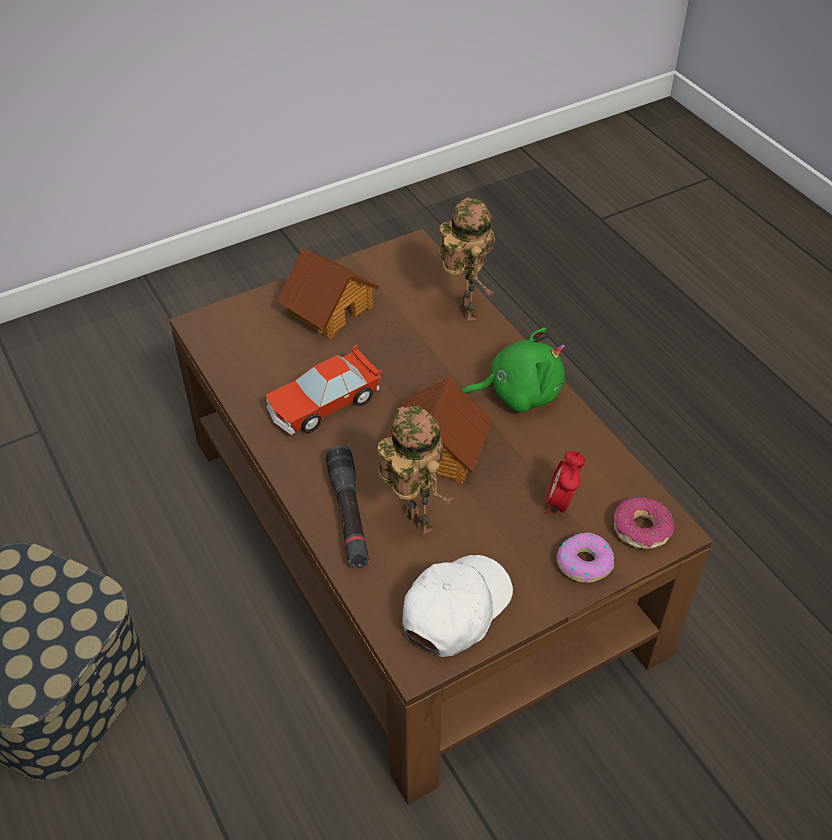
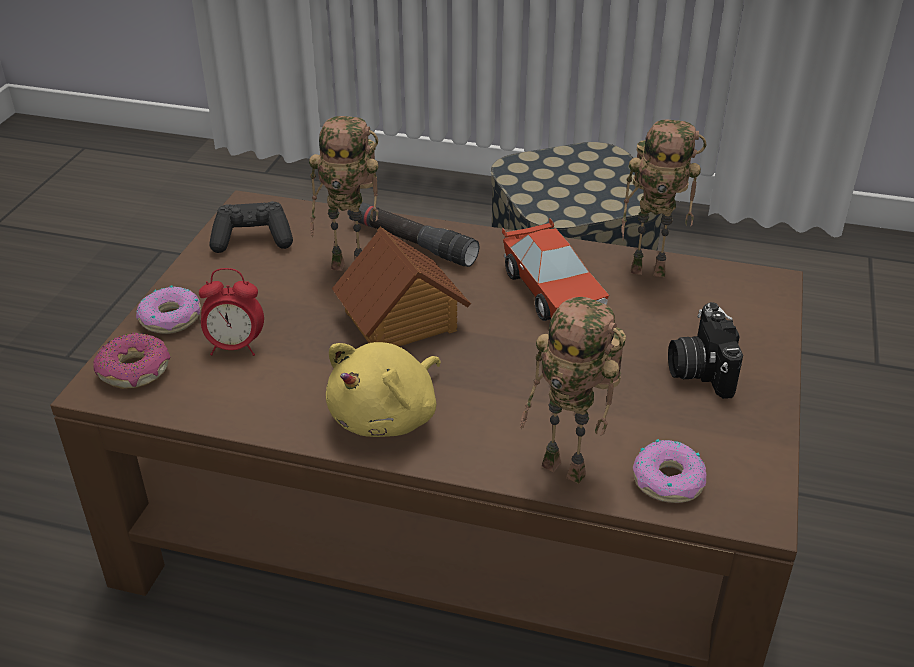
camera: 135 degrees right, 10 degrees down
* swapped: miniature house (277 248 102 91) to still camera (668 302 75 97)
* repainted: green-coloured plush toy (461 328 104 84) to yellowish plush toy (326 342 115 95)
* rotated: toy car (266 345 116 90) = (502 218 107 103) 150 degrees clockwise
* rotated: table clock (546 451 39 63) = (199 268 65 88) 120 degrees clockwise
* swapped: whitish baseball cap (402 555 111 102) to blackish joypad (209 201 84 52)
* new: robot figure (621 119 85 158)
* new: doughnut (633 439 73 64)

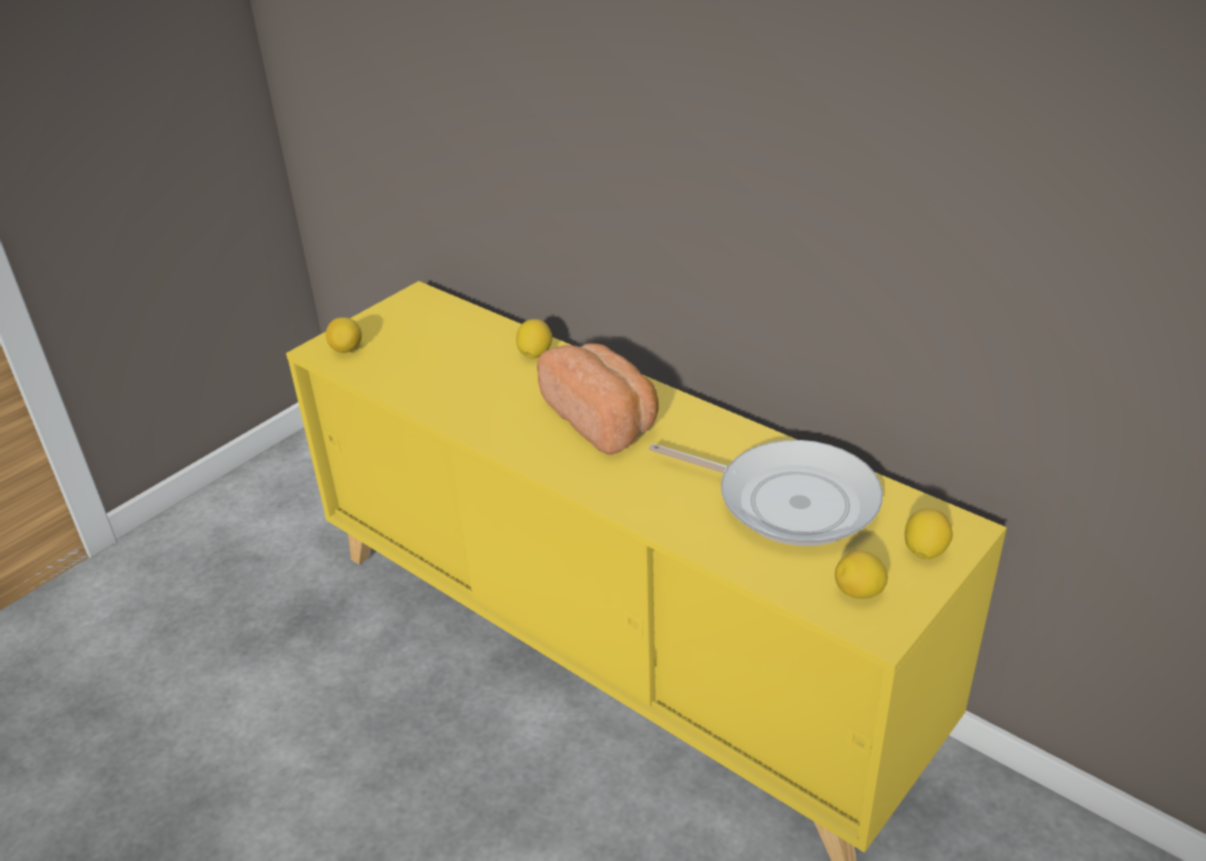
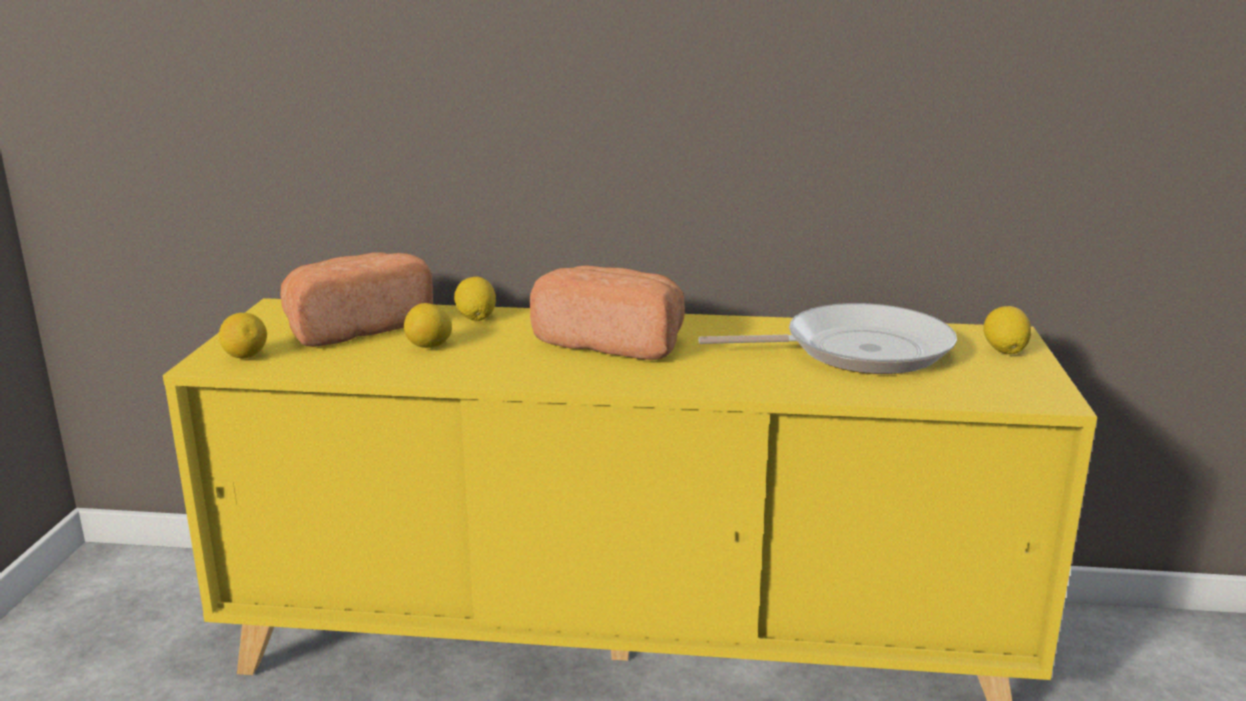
camera: 35 degrees left, 15 degrees down
* shifted: citrus fruit (835 550 53 49) to (404 303 48 45)
* new: bread (280 252 153 95)

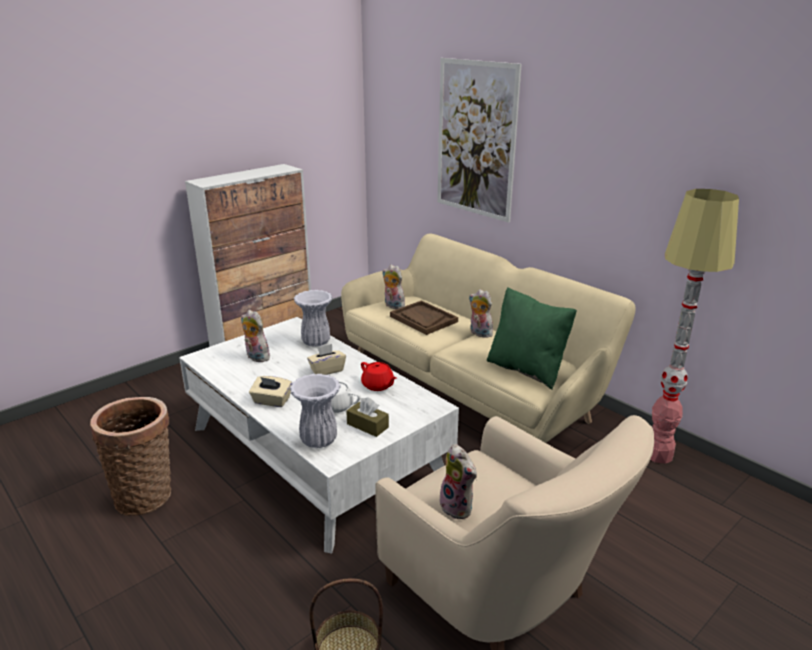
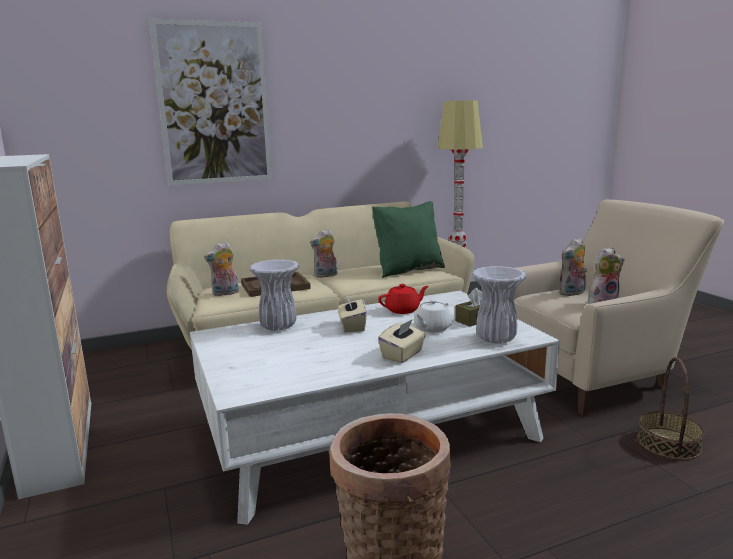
camera: 70 degrees left, 10 degrees down
* shifted: plush toy (241 310 29 52) to (559 238 28 58)

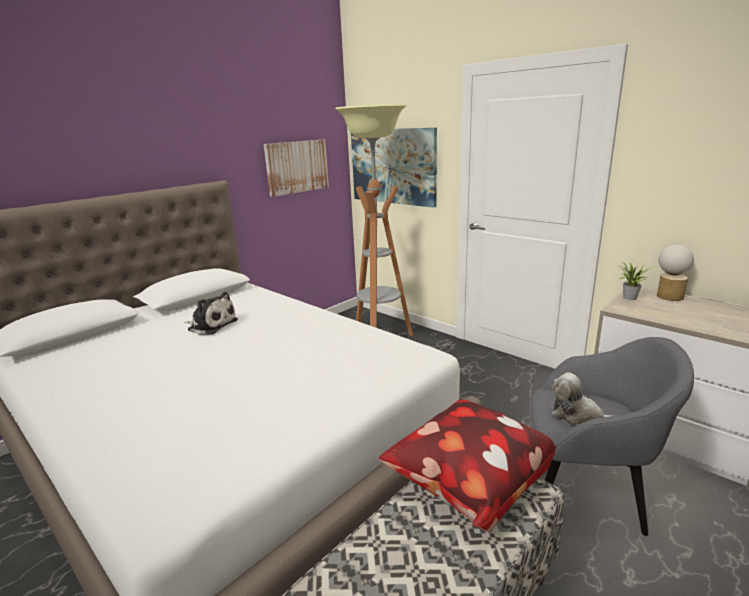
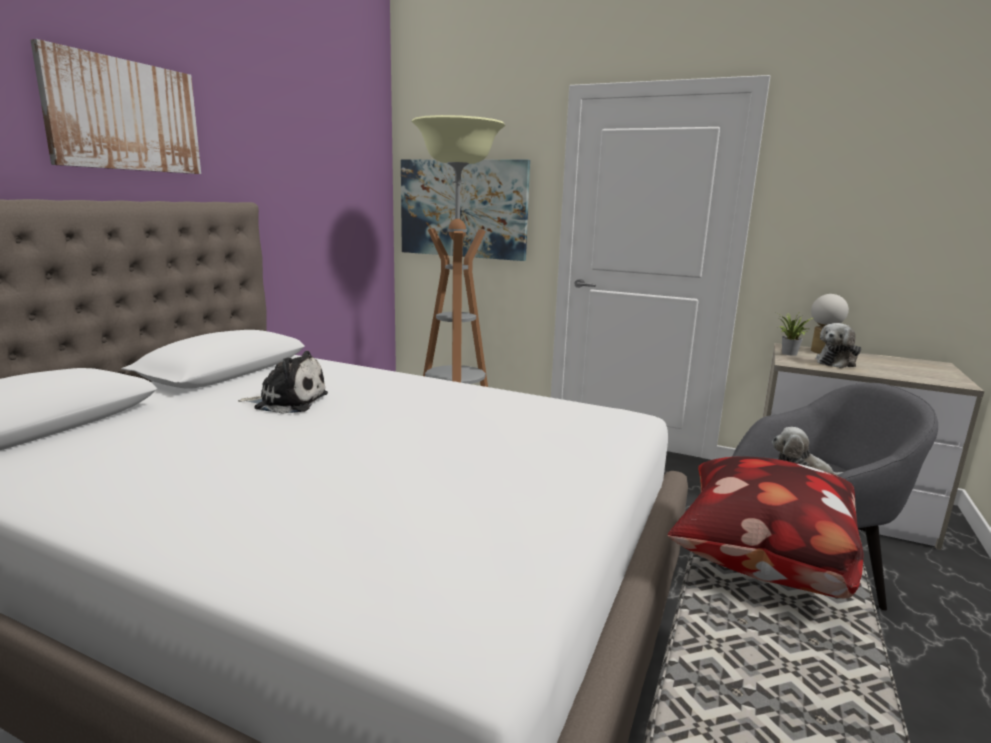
camera: 20 degrees left, 5 degrees down
* shifted: wall art (264 140 65 57) to (30 39 171 135)
* new: plush toy (816 323 45 45)

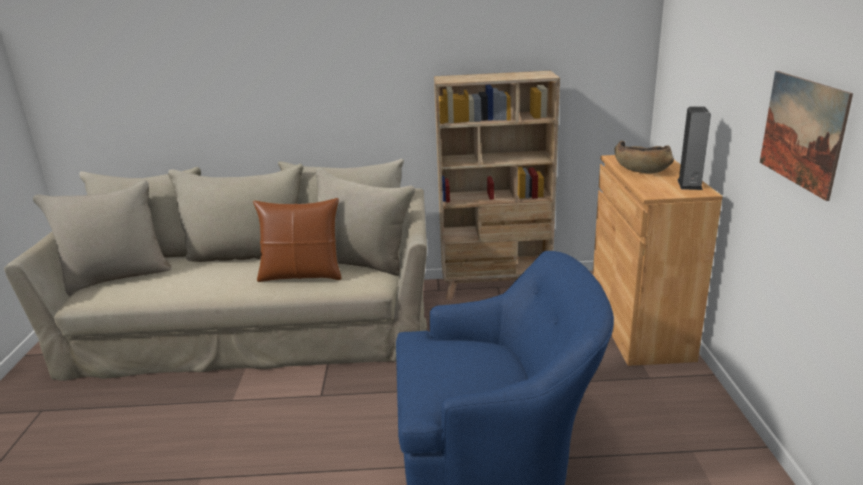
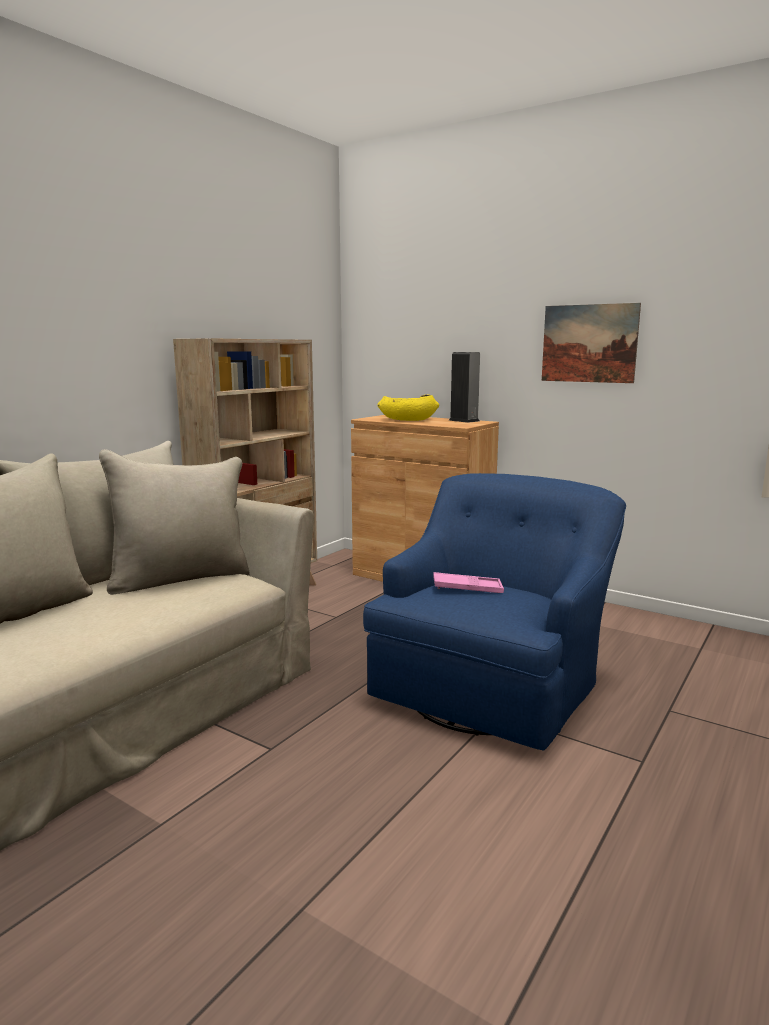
camera: 55 degrees left, 10 degrees down
* repainted: brown serving bowl (615 141 59 32) to yellowish serving bowl (378 394 61 27)
* gone: brown throw pillow (253 198 89 84)
* new: pink serving tray (433 572 71 21)

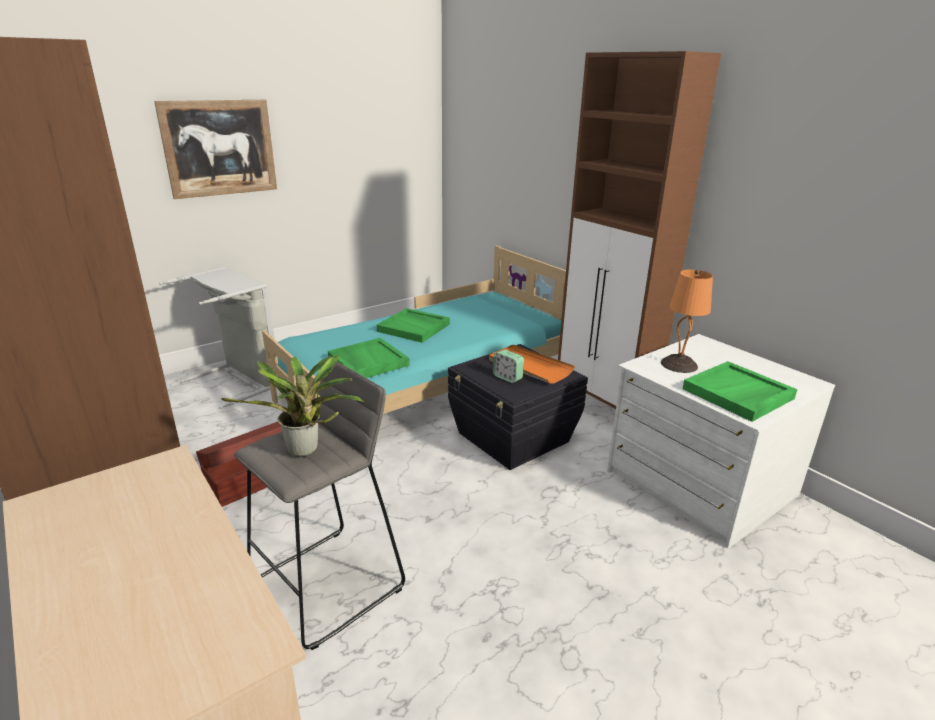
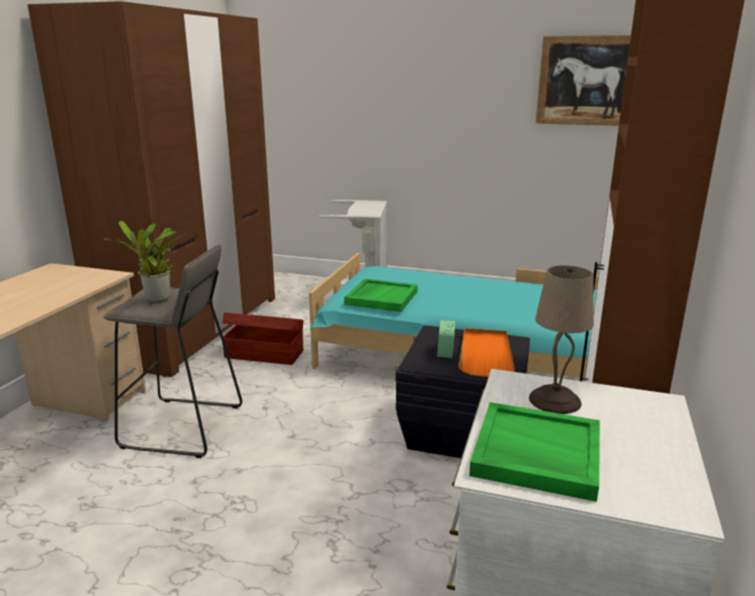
camera: 55 degrees right, 5 degrees down
* shifted: wall art (154 100 123 99) to (536 35 95 91)
* repainted: orange table lamp (661 270 52 103) to sand-coloured table lamp (529 265 65 149)
* gone: green-coloured serving tray (377 308 73 35)

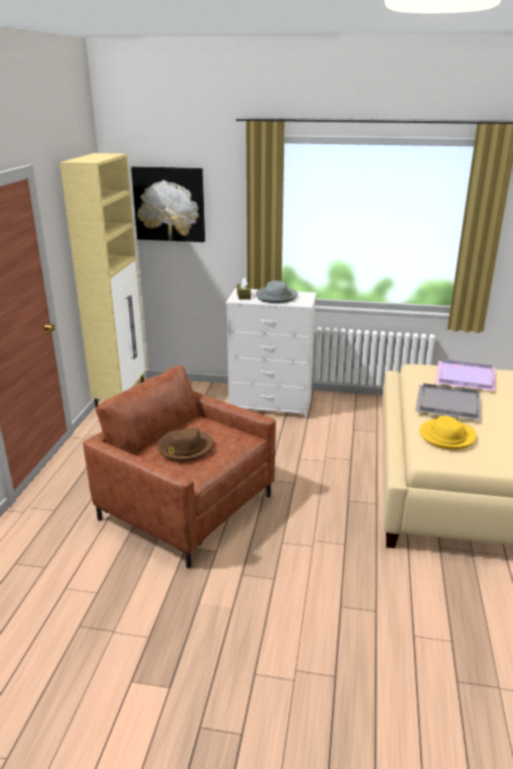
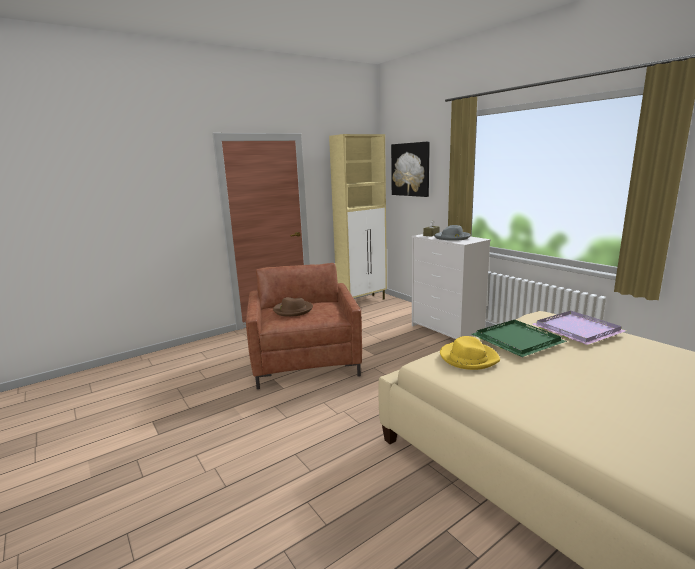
camera: 45 degrees right, 10 degrees down
* repainted: greyish serving tray (416 383 65 37) to green-coloured serving tray (472 320 95 37)

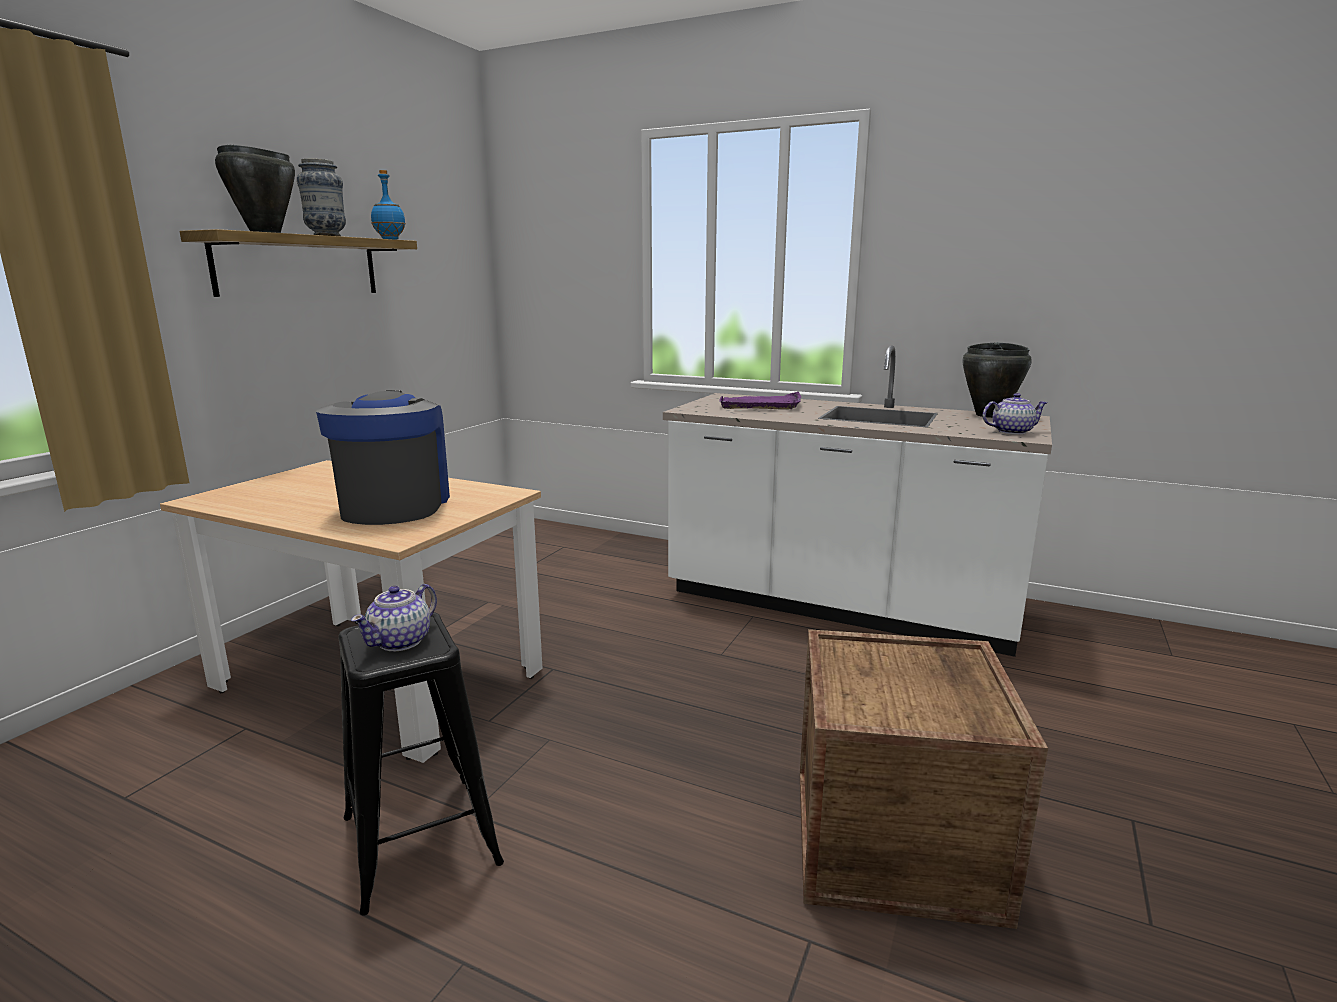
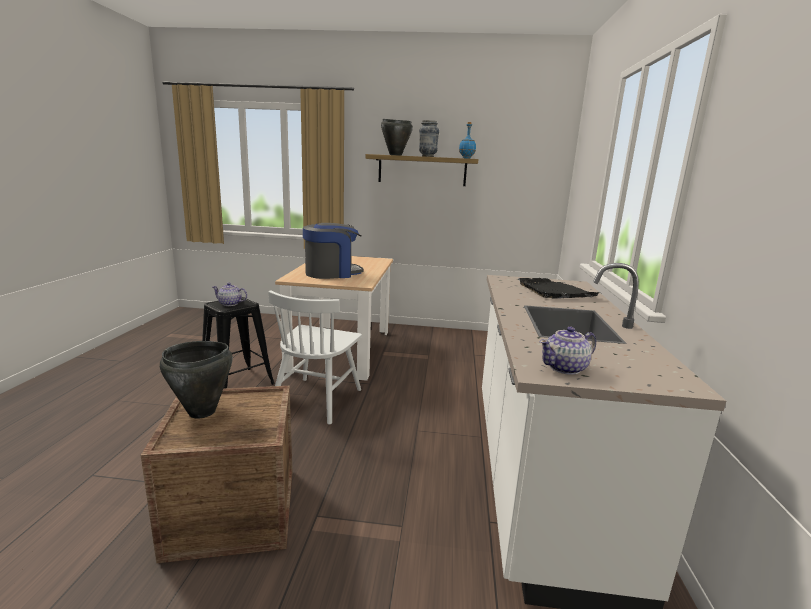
camera: 70 degrees right, 0 degrees up
* shifted: blackish saucepot (962 342 70 76) to (160 341 73 77)
* repainted: purple serving tray (719 392 82 18) to blackish serving tray (518 278 80 21)
* rotated: pot for tea (983 393 65 42) = (539 327 57 48) 90 degrees clockwise
* new: whitish upright chair (268 291 94 134)

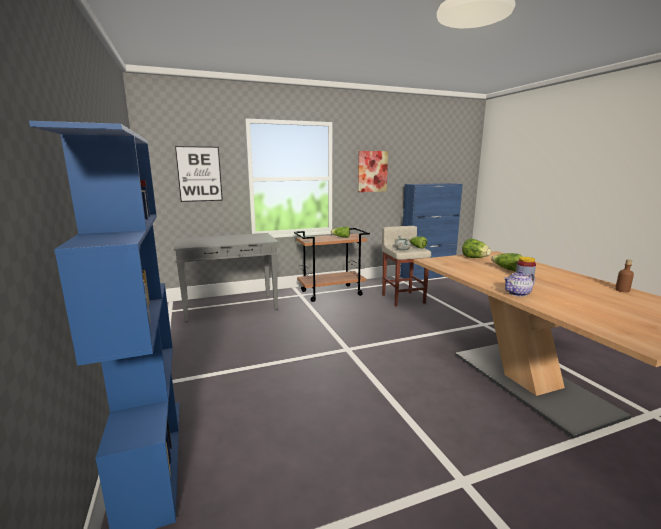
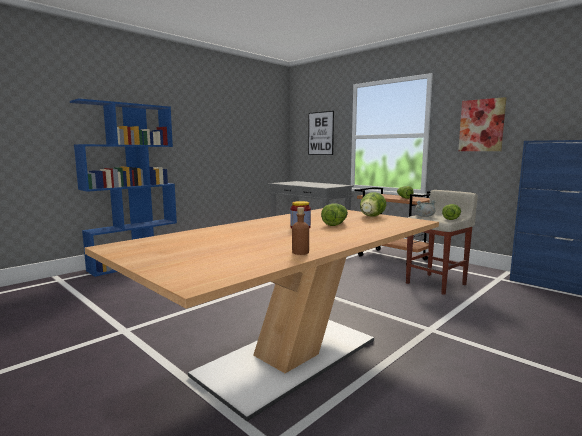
camera: 65 degrees right, 5 degrees down
* gone: pot for tea (504 270 31 27)

